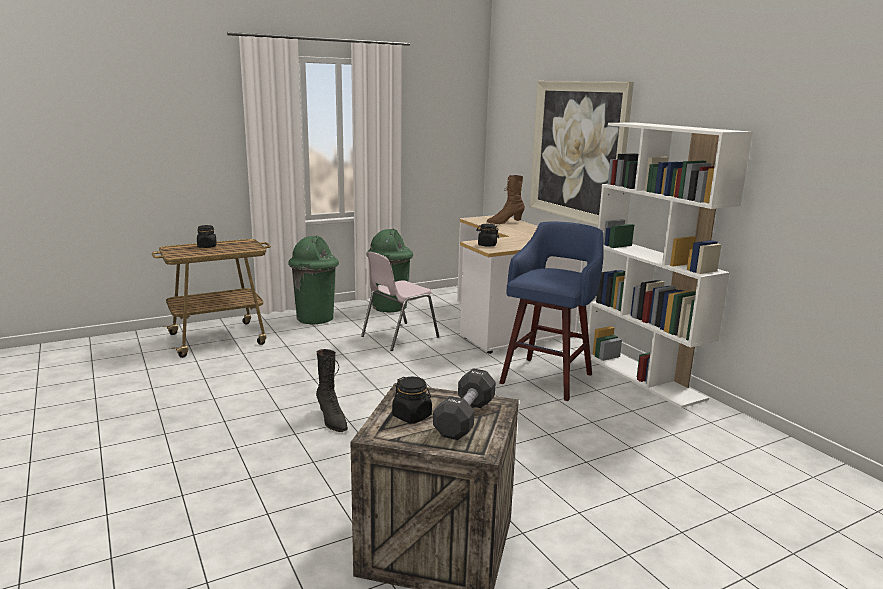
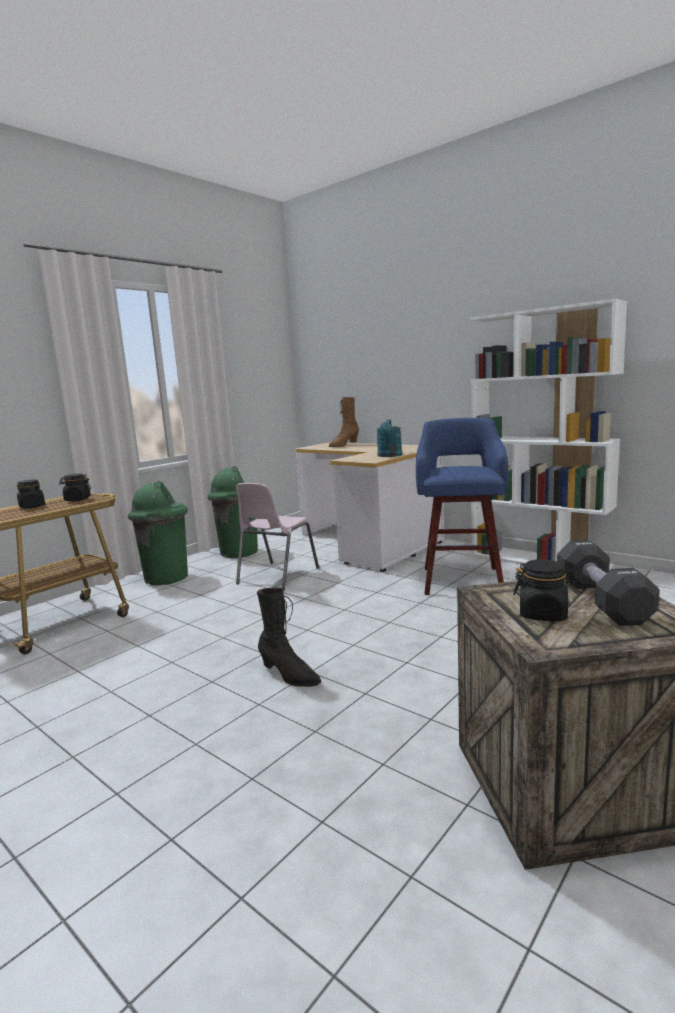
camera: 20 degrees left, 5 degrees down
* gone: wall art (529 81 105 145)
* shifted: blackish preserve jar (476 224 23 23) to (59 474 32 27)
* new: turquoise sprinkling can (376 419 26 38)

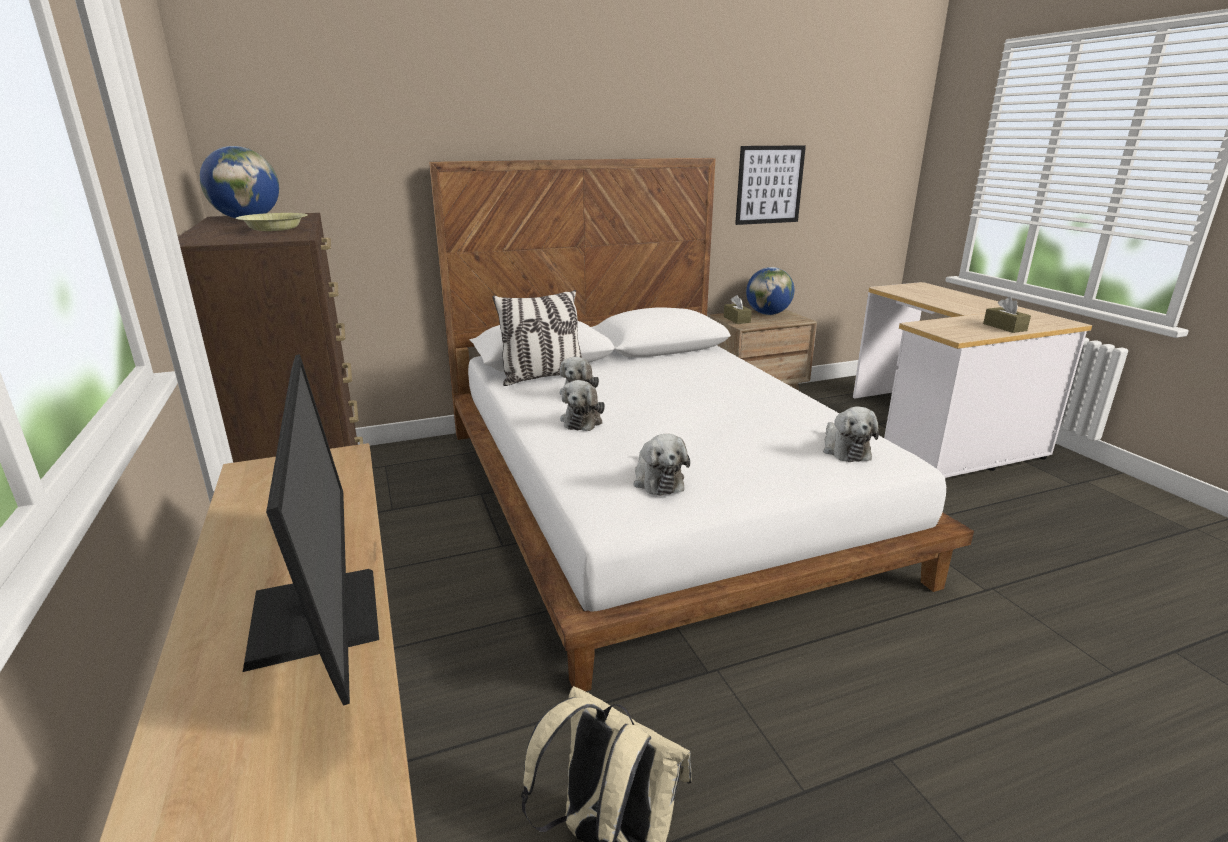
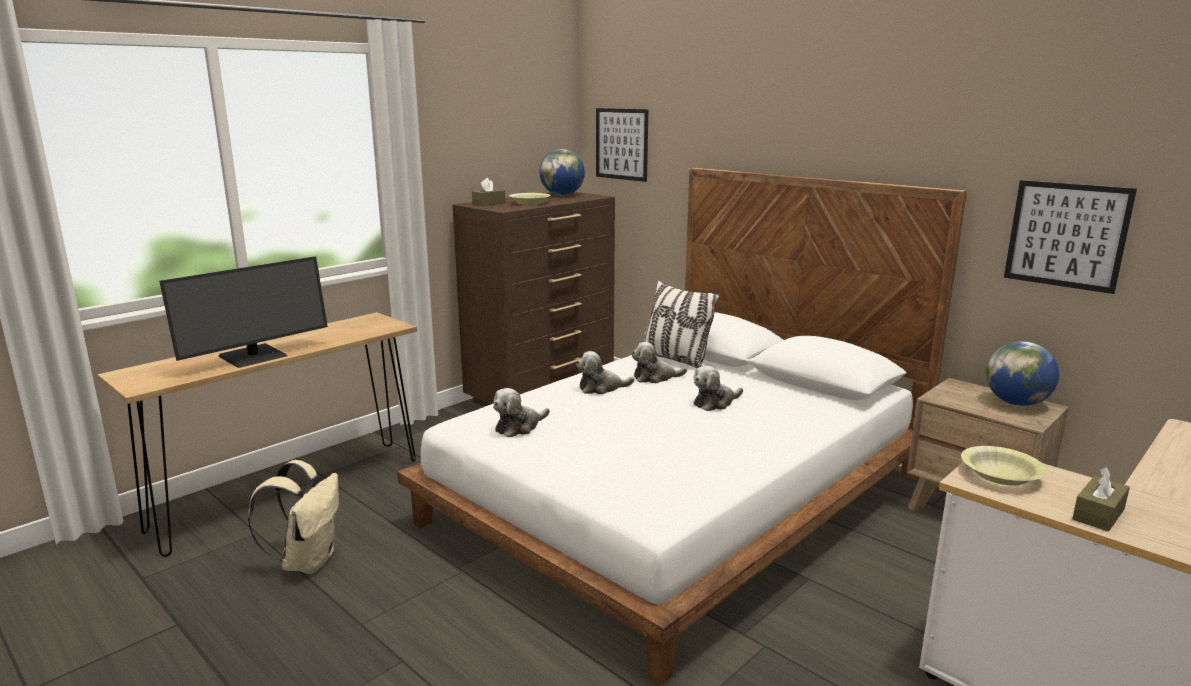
camera: 65 degrees right, 5 degrees down
* shifted: brown tissue box (724 295 28 29) to (472 178 33 28)
* shifted: plush toy (823 407 56 55) to (694 366 49 45)
* new: wall art (596 108 52 74)
* new: yellowish serving bowl (961 446 86 40)

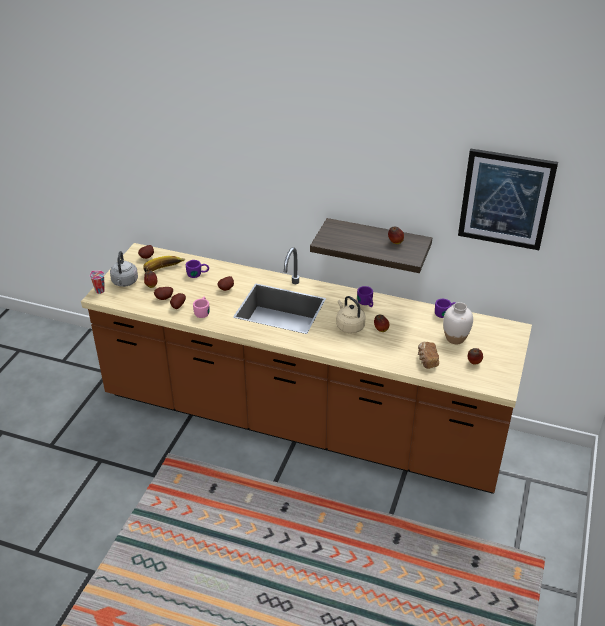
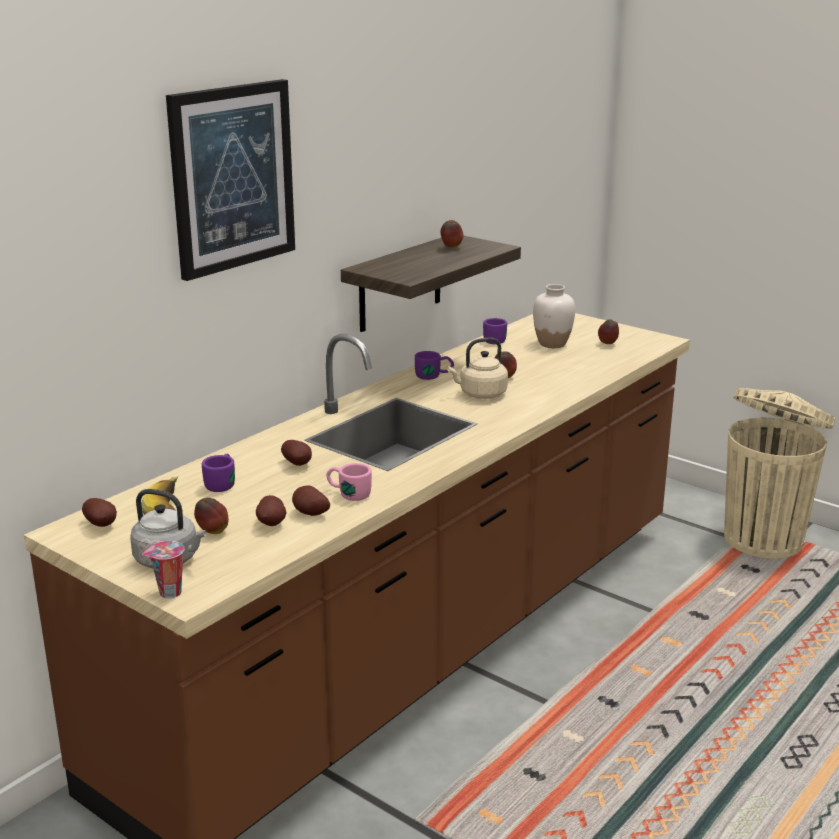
camera: 70 degrees left, 15 degrees down
* shifted: wall art (458 149 100 101) to (166 79 129 202)
* gone: bread (418 342 21 27)
* new: sand-coloured waste bin (724 388 111 170)

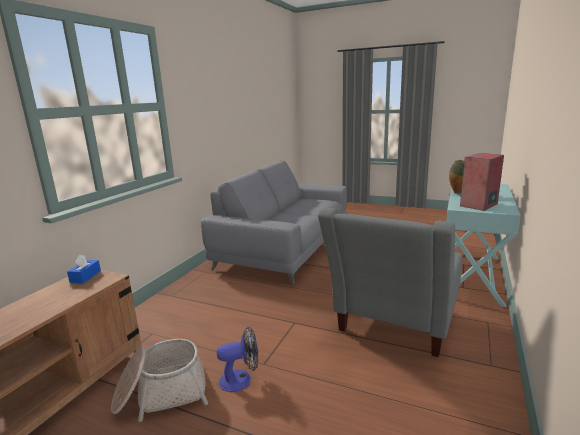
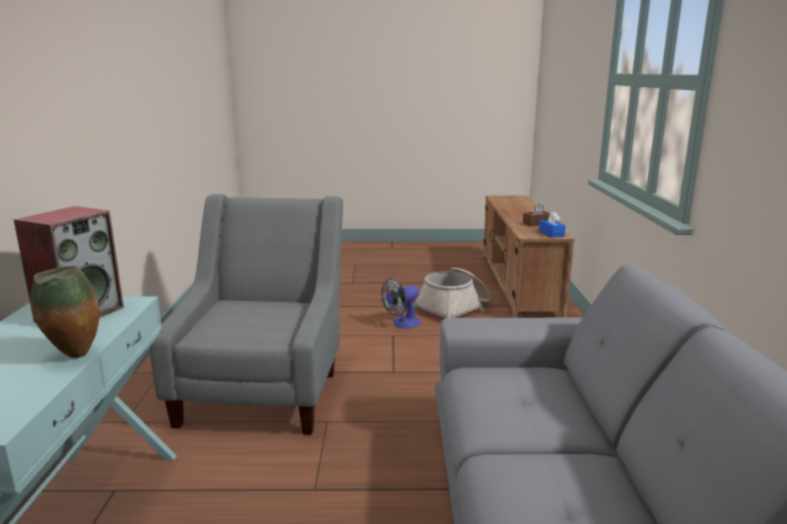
camera: 155 degrees right, 0 degrees up
* new: brown tissue box (523 203 27 23)

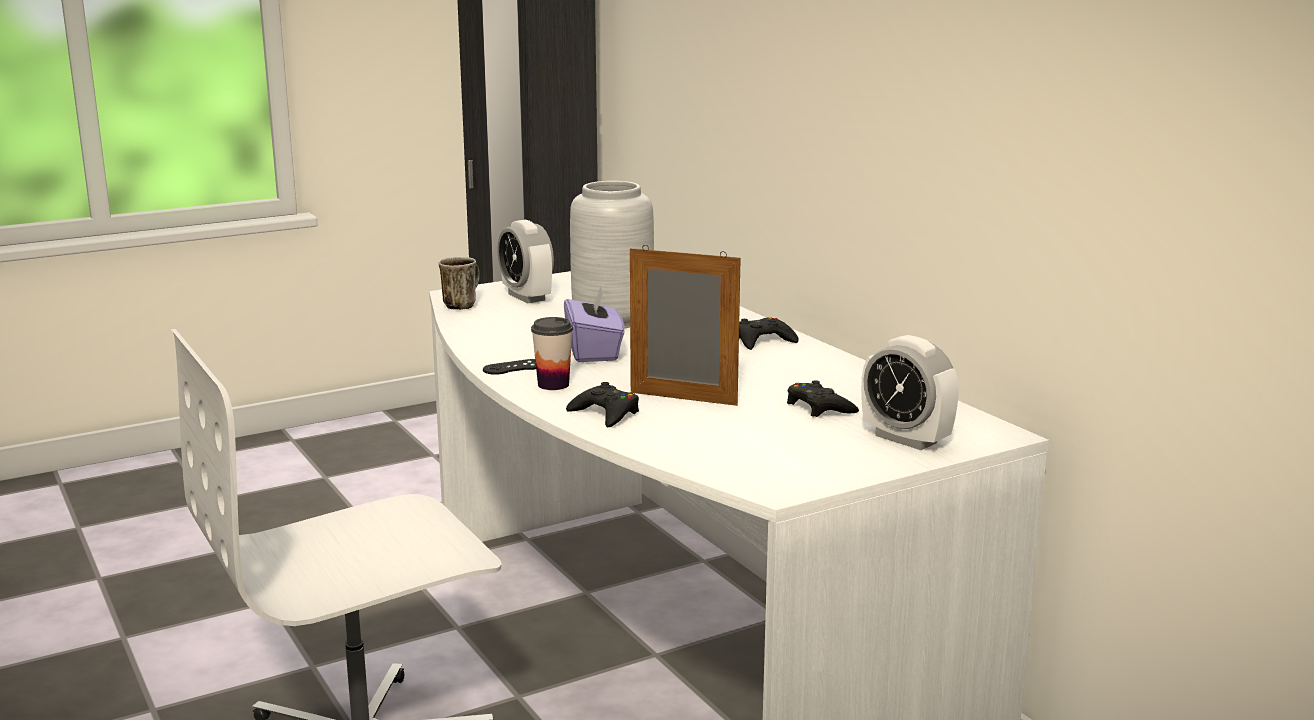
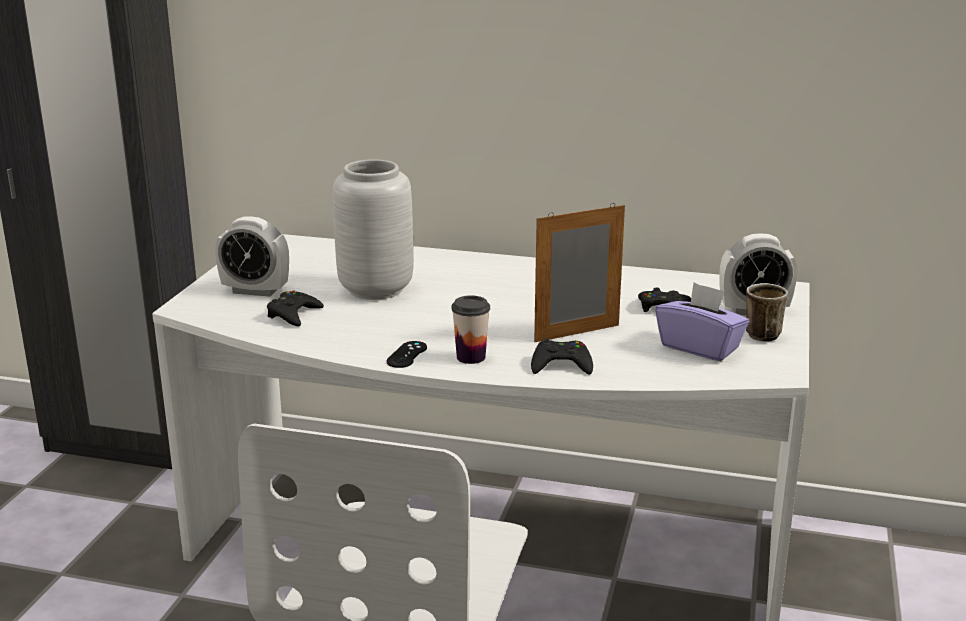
camera: 45 degrees left, 5 degrees up
* shifted: tea mug (439 257 41 53) to (746 283 42 59)
* shifted: purple tissue box (564 284 60 78) to (655 283 94 78)
* shifted: blackish joypad (739 318 59 32) to (267 291 57 35)

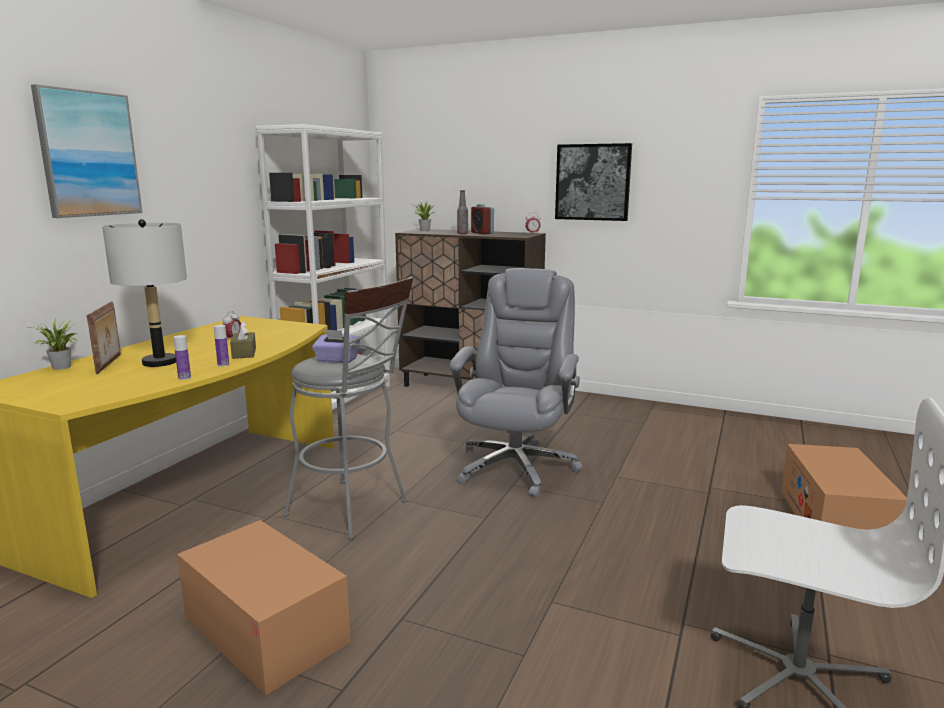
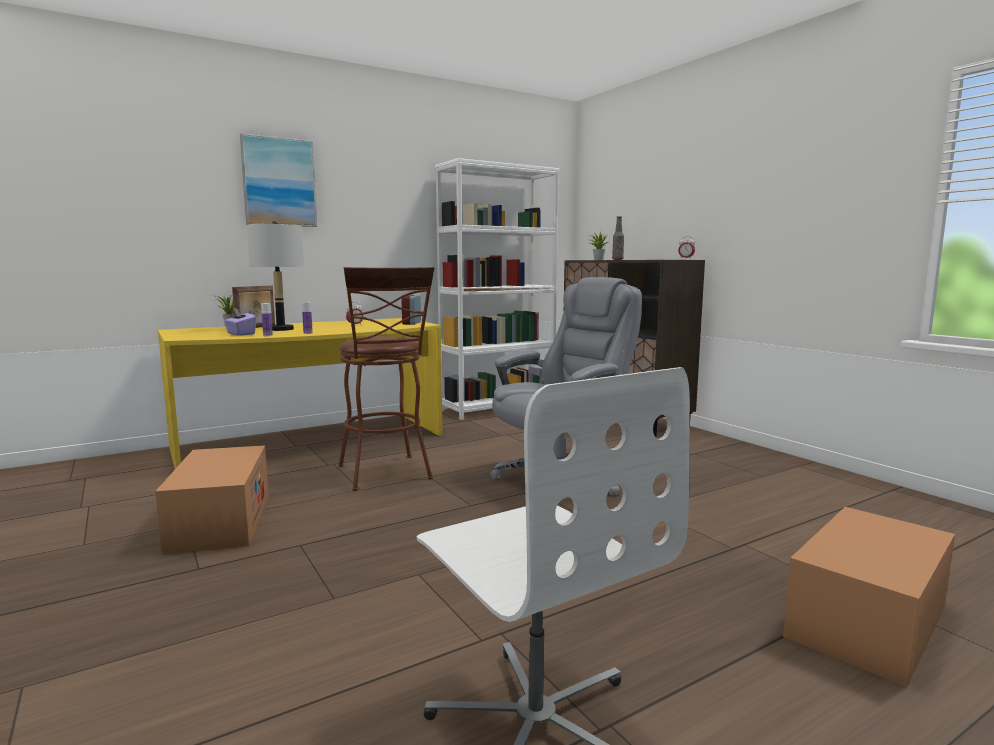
camera: 35 degrees right, 5 degrees down
* gone: wall art (555 143 77 78)
* shifted: table clock (471 204 23 31) to (401 293 20 32)
* repainted: greyish stool (283 277 130 263) to brown stool (338 267 96 224)
* gone: brown tissue box (230 321 26 38)
* shifted: purple tissue box (312 329 48 34) to (224 308 33 28)

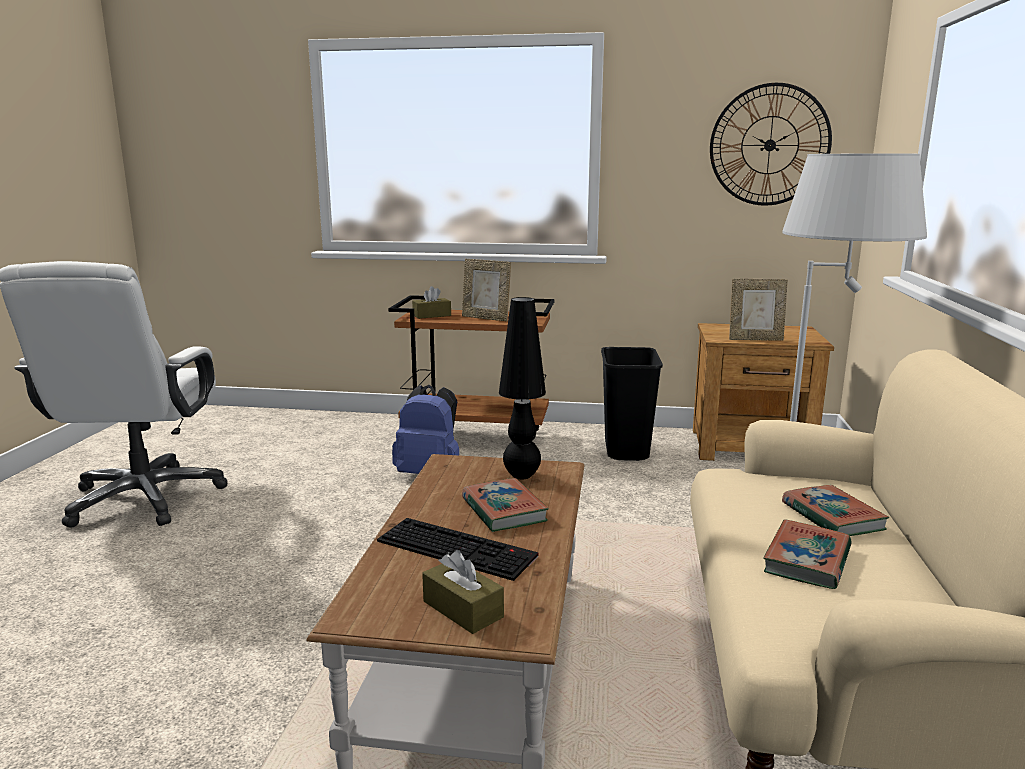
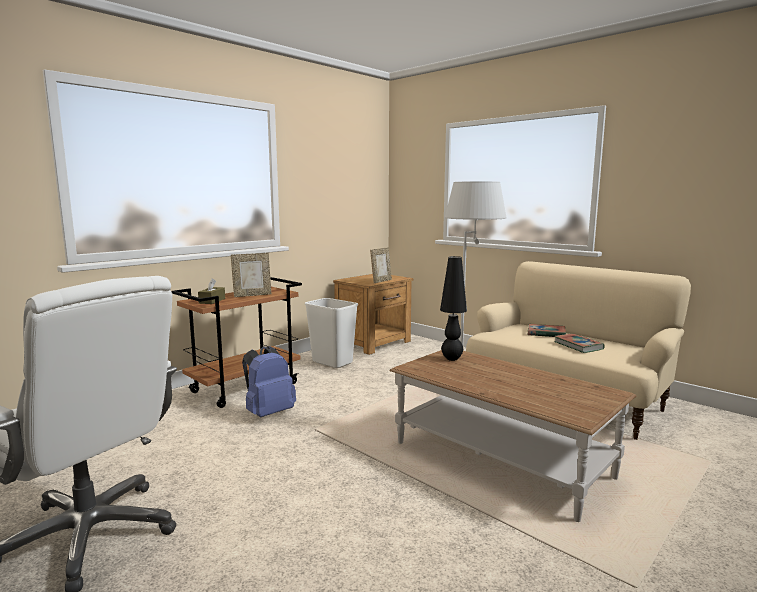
camera: 55 degrees left, 5 degrees down
* gone: wall clock (710 83 122 123)
* repainted: blackish waste bin (601 347 62 114) to whitish waste bin (305 298 53 70)
* gone: bound book (462 478 87 54)
* gone: keyboard (377 518 161 63)
* gone: brown tissue box (422 550 82 84)

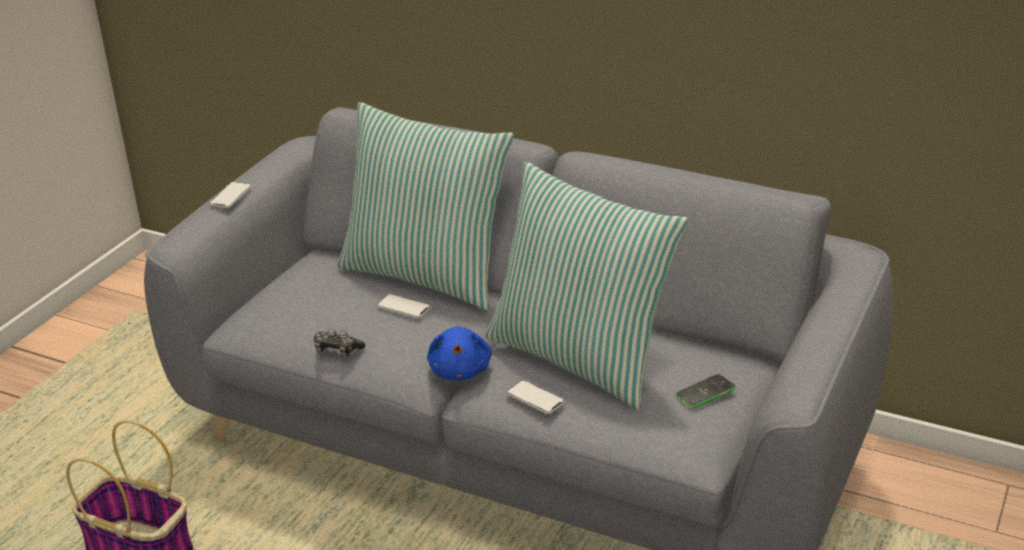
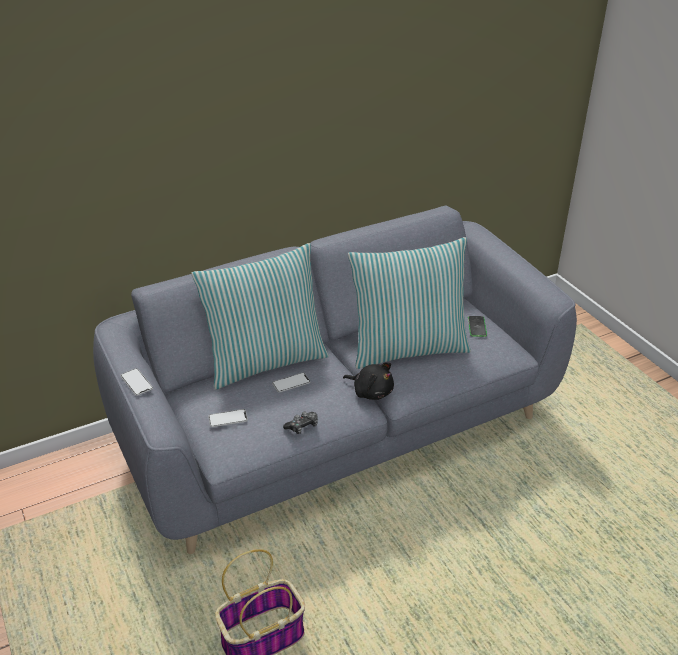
camera: 55 degrees left, 5 degrees up
* repainted: blue plush toy (427 327 65 53) to blackish plush toy (343 362 51 38)
* shifted: handset (506 380 60 34) to (208 409 40 18)

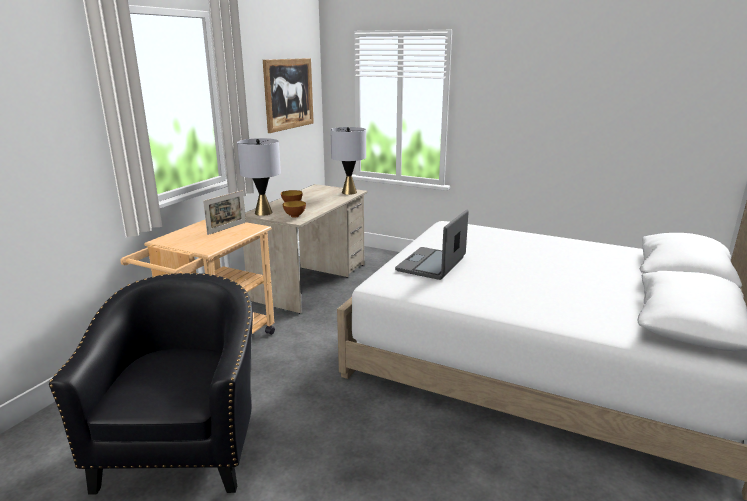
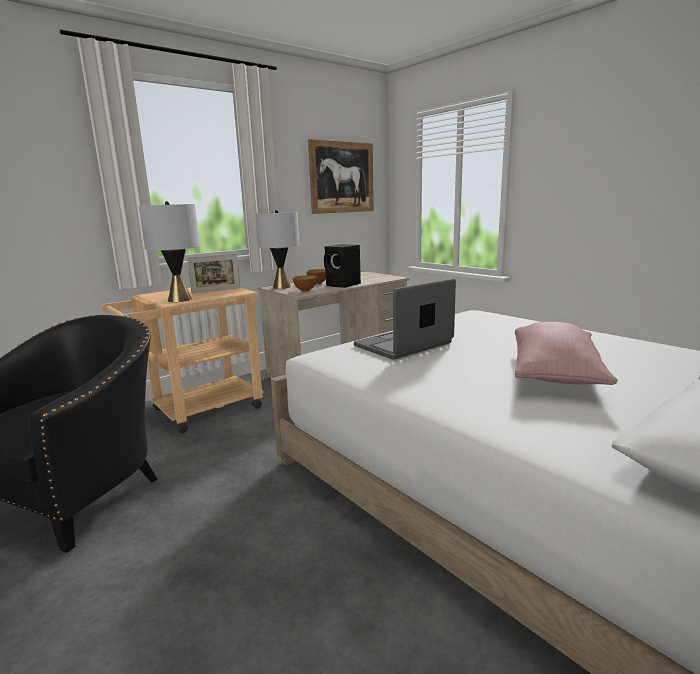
camera: 25 degrees right, 5 degrees down
* shifted: greyish table lamp (330 127 36 68) to (139 201 61 101)
* new: blackish audio speaker (324 244 37 44)
* new: pink throw pillow (515 322 103 63)

